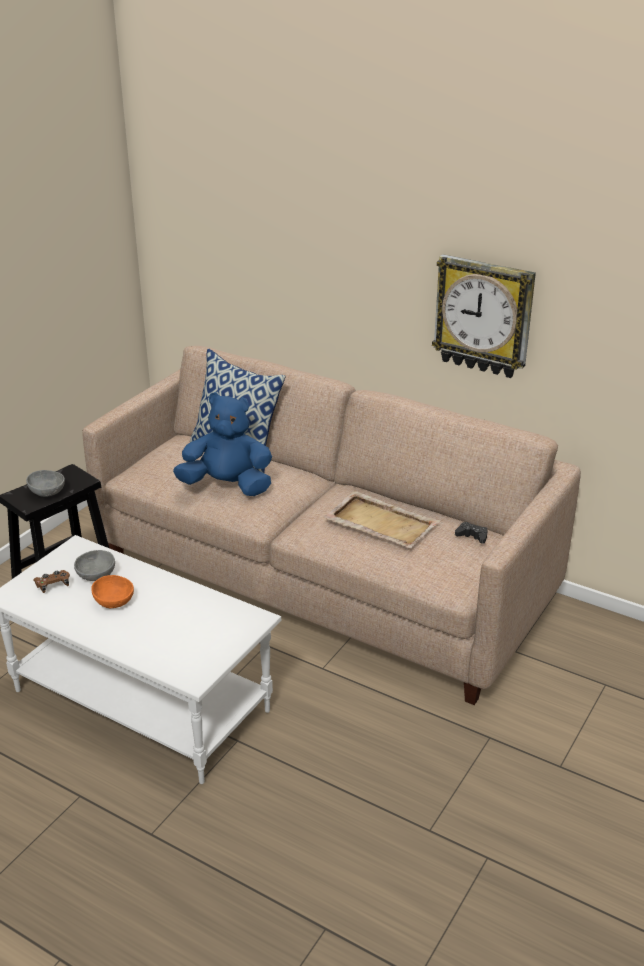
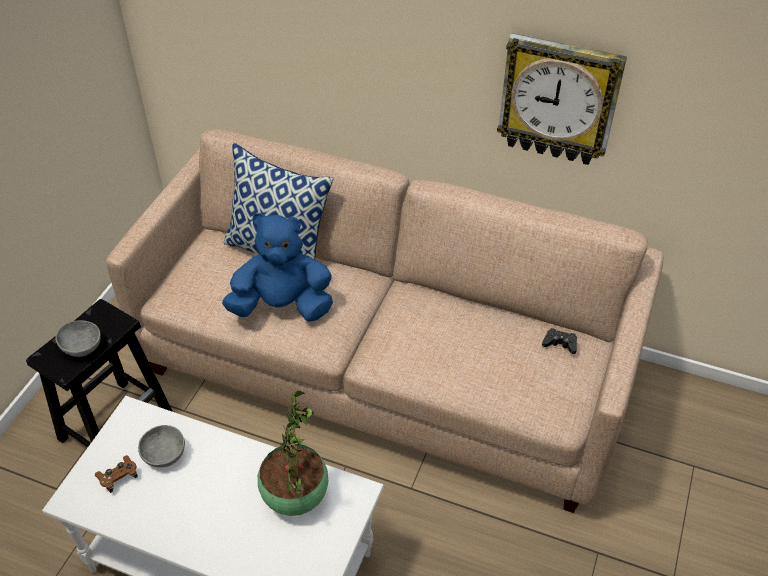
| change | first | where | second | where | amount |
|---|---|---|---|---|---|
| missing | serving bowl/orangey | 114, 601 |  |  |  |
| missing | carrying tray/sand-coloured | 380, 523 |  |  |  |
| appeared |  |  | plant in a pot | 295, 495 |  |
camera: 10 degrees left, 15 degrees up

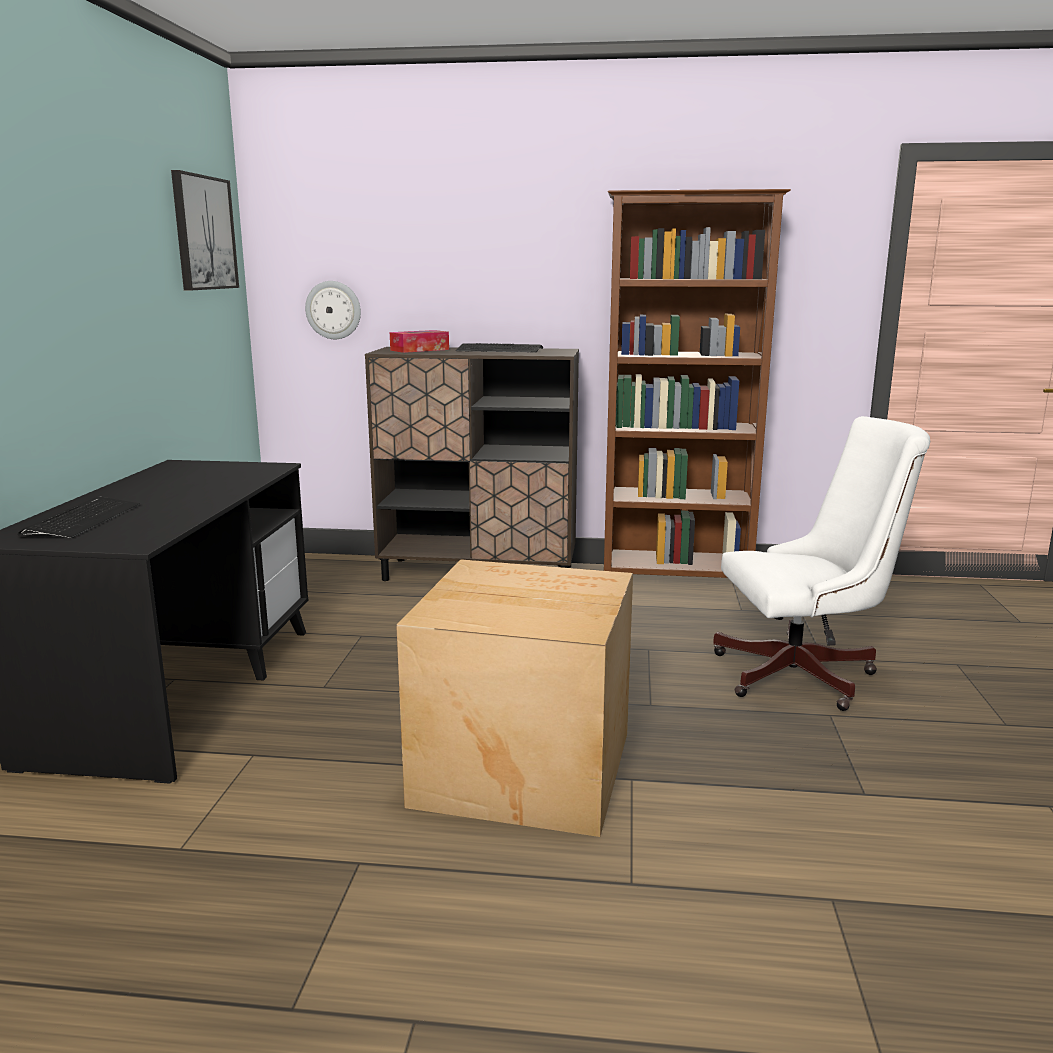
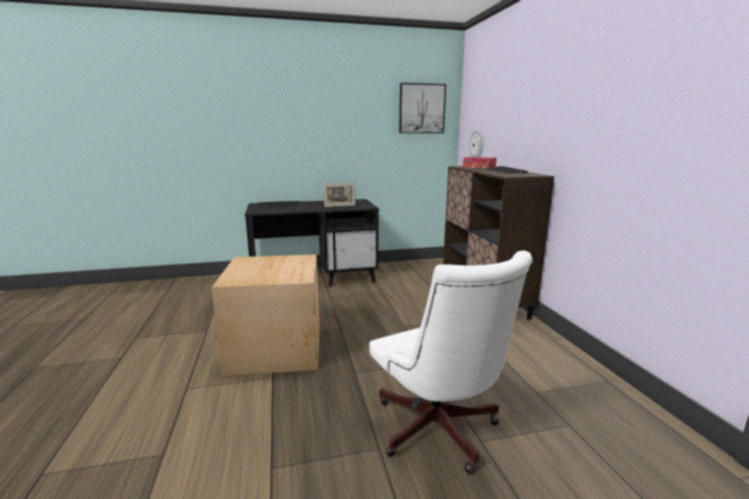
| change | first | where | second | where | amount |
|---|---|---|---|---|---|
| missing | shelving unit/brown | 677, 578 |  |  |  |
| appeared |  |  | photo frame | 340, 206 |  |
camera: 70 degrees right, 0 degrees up

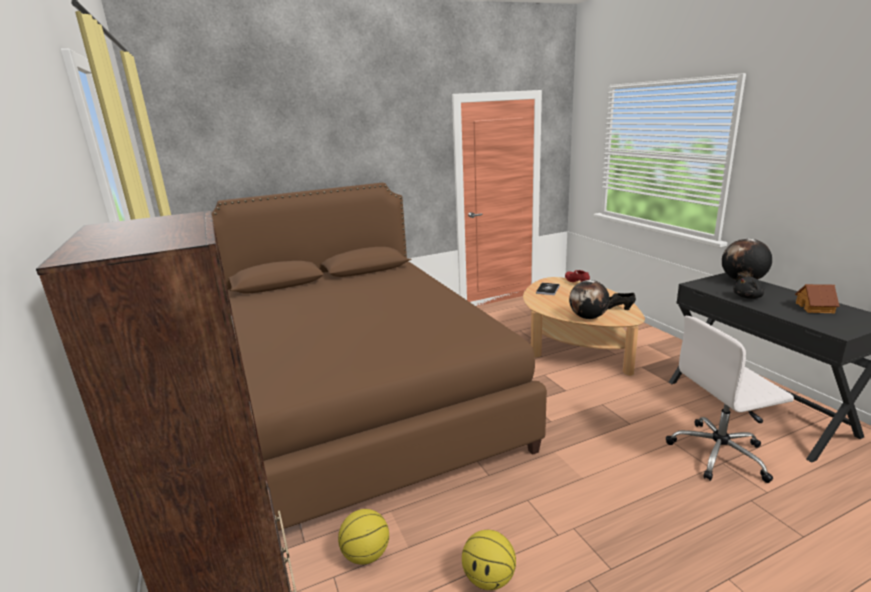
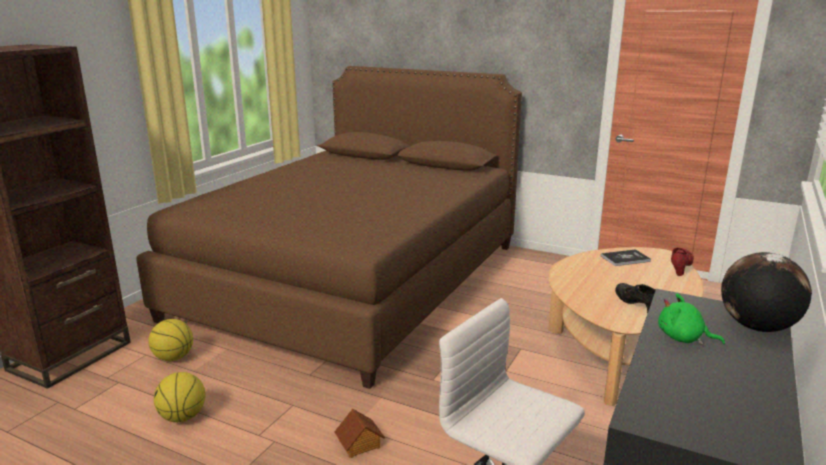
| change | first | where | second | where | amount |
|---|---|---|---|---|---|
| missing | globe | 588, 317 |  |  |  |
| relocated | miniature house | 815, 308 |  | 359, 444 |  |
| colour | soft toy/black-coloured | 748, 297 | soft toy/green | 683, 338 |  |
camera: 50 degrees right, 0 degrees up

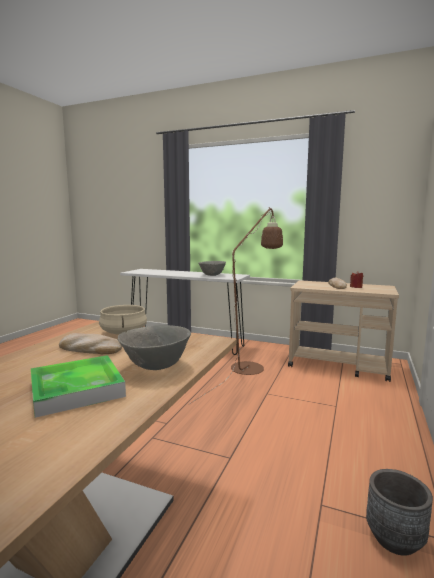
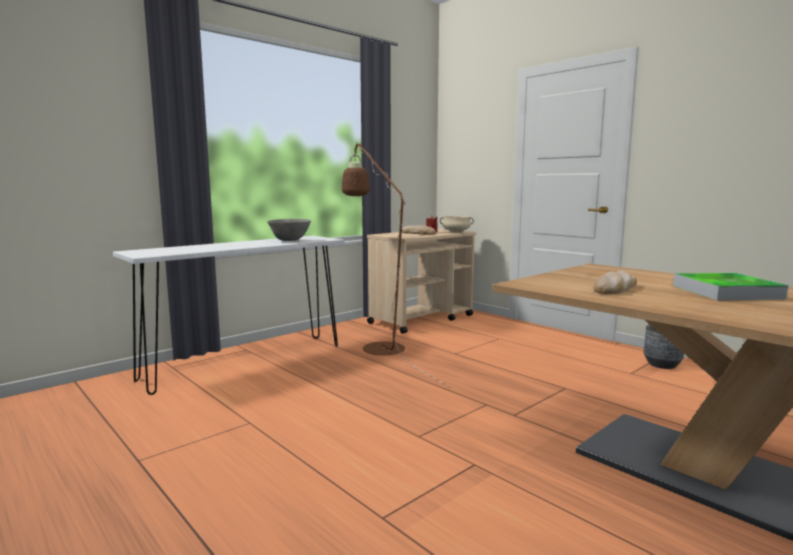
| change | first | where | second | where | amount |
|---|---|---|---|---|---|
| missing | serving bowl/grey | 156, 367 |  |  |  |
| relocated | cooking pot/sand-coloured | 123, 332 |  | 456, 231 |  |
camera: 65 degrees left, 0 degrees up

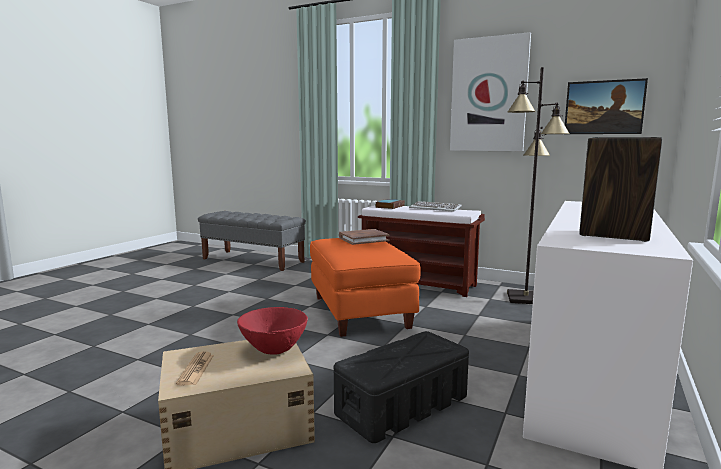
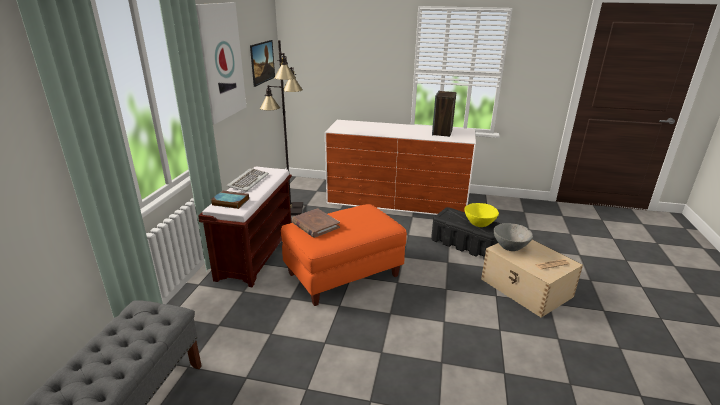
| change | first | where | second | where | amount |
|---|---|---|---|---|---|
| appeared |  |  | serving bowl/yellowish | 479, 224 |  |
| colour | serving bowl/red-coloured | 274, 350 | serving bowl/grey | 510, 248 |  |
camera: 105 degrees left, 15 degrees up

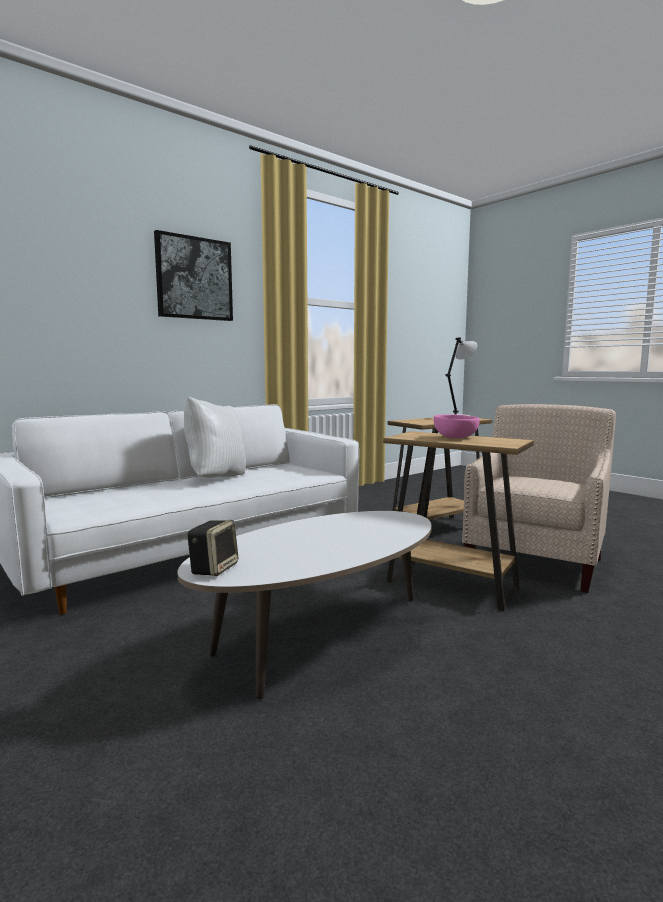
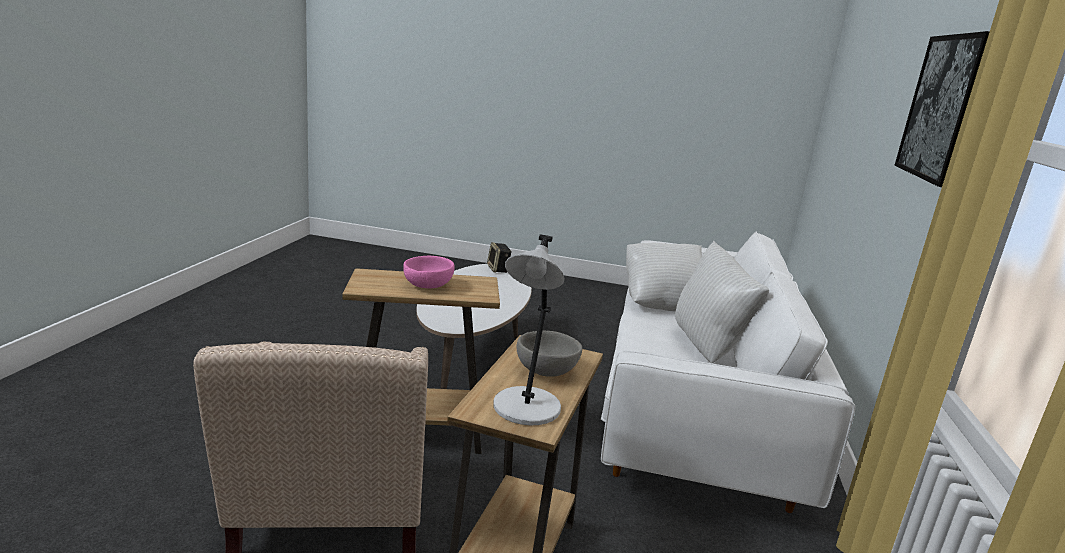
| change | first | where | second | where | amount |
|---|---|---|---|---|---|
| appeared |  |  | serving bowl/grey | 545, 371 |  |
| appeared |  |  | cushion/white-coloured | 662, 302 |  |
camera: 140 degrees right, 10 degrees up

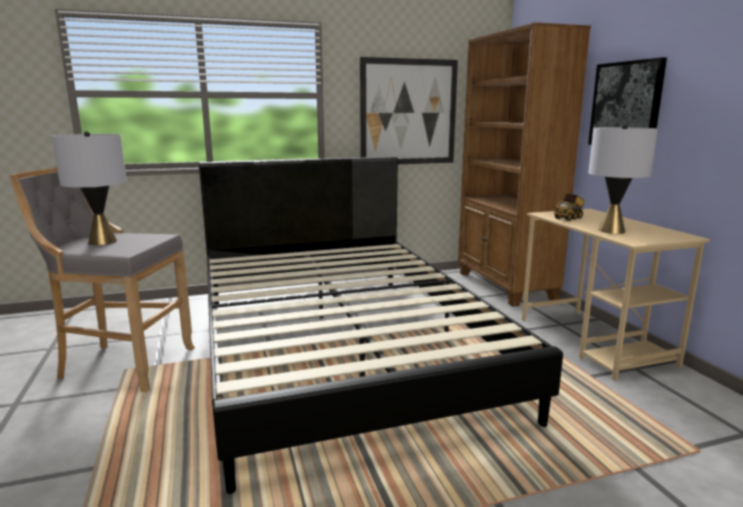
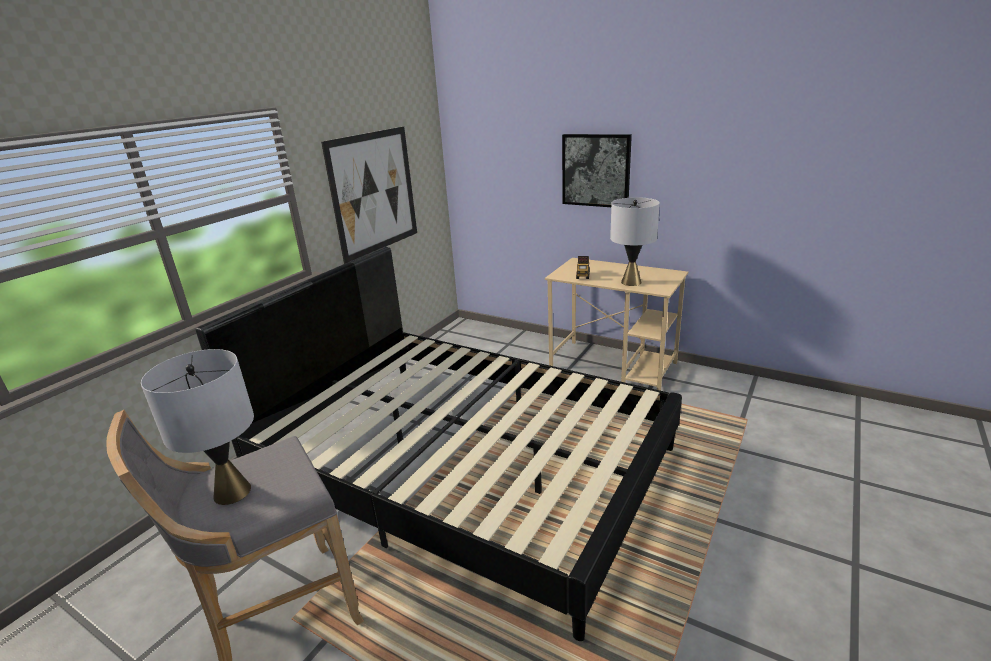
| change | first | where | second | where | amount |
|---|---|---|---|---|---|
| missing | shelving unit/brown | 505, 286 |  |  |  |
camera: 40 degrees left, 10 degrees up

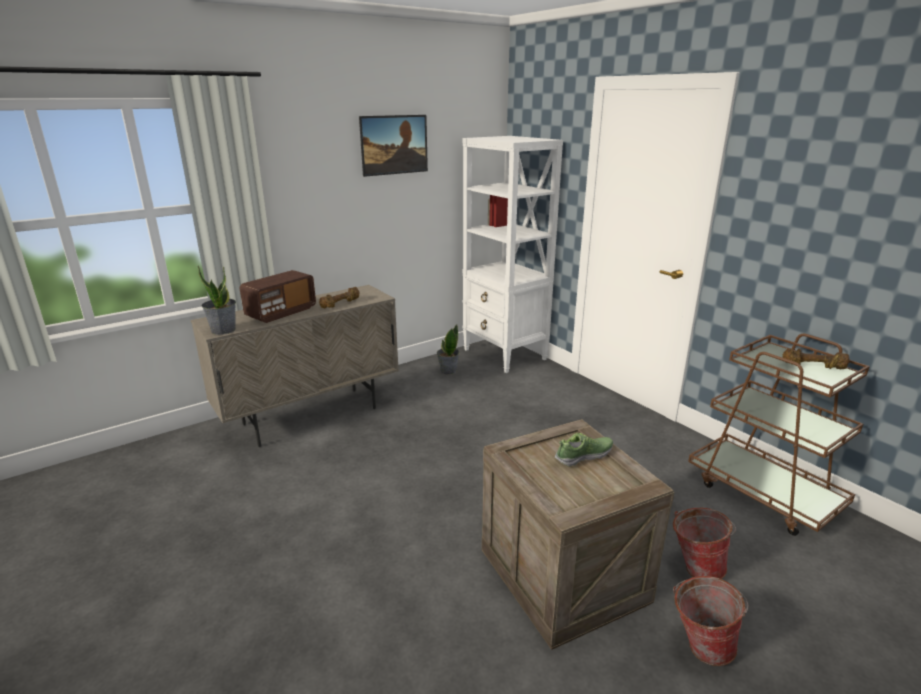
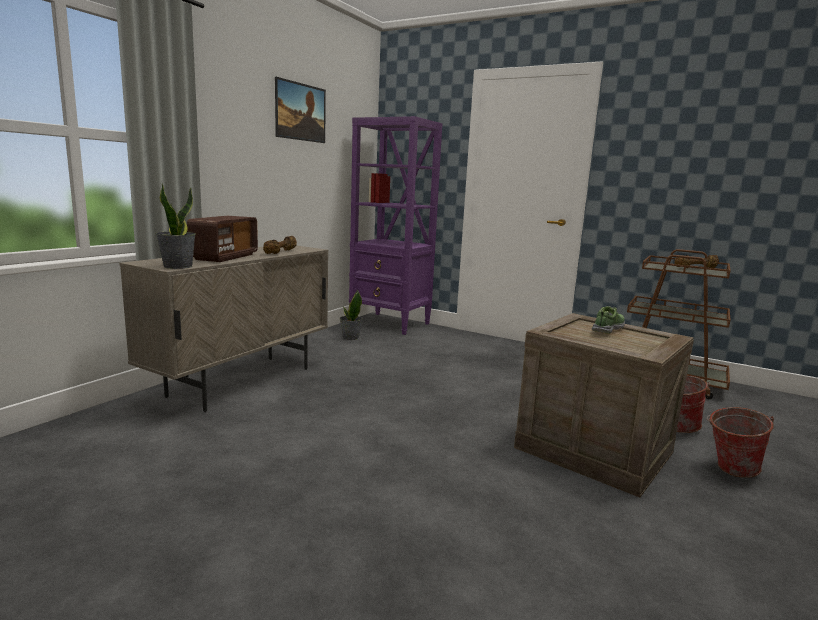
| change | first | where | second | where | amount |
|---|---|---|---|---|---|
| colour | shelving unit/white-coloured | 505, 354 | shelving unit/purple-coloured | 390, 323 |  |
camera: 25 degrees left, 10 degrees down

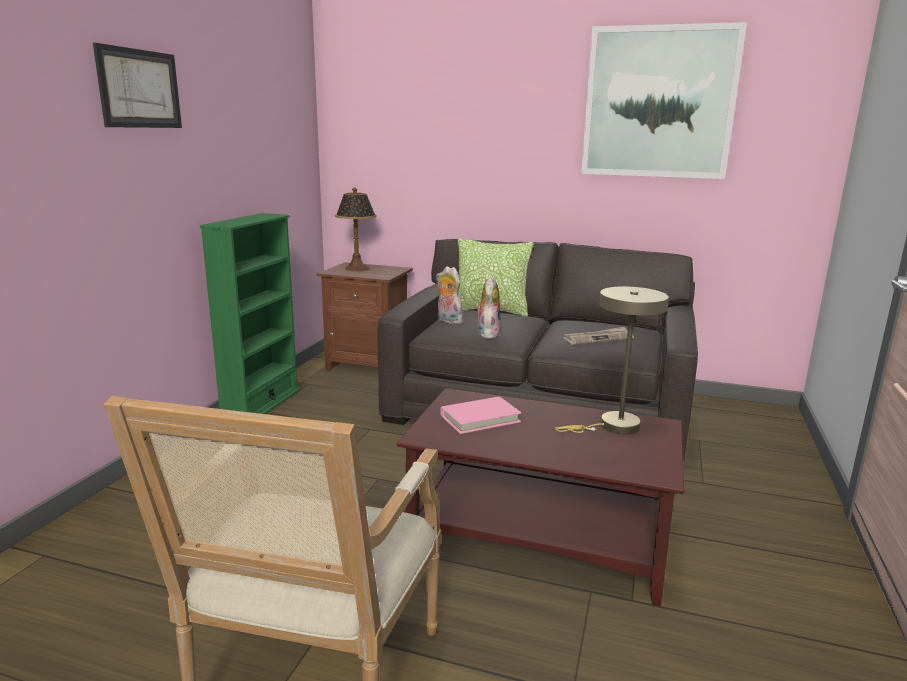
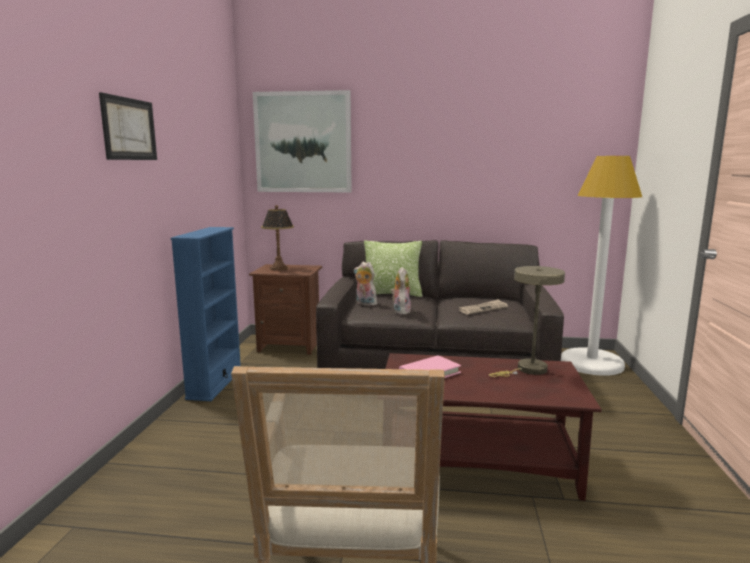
| change | first | where | second | where | amount |
|---|---|---|---|---|---|
| appeared |  |  | floor lamp/white-coloured | 591, 363 |  |
| relocated | wall art | 658, 103 |  | 303, 142 |  |
| colour | shelving unit/green | 261, 405 | shelving unit/bluish | 215, 383 |  |
camera: 10 degrees left, 5 degrees down

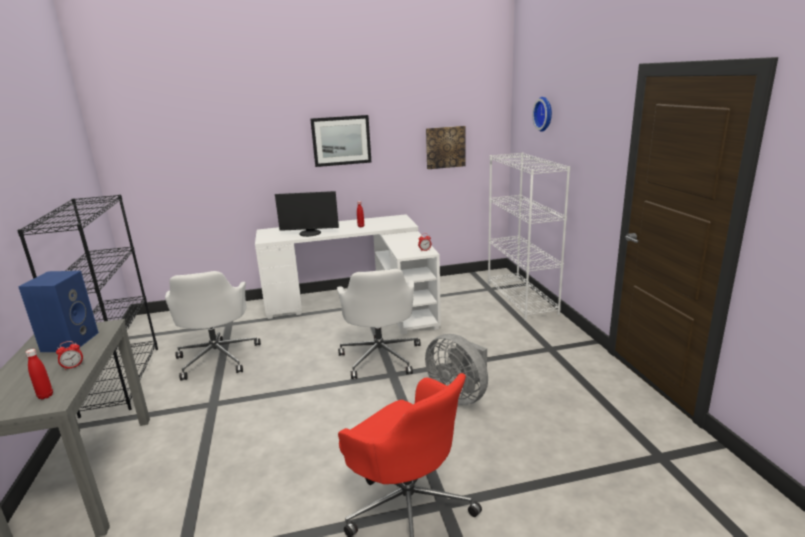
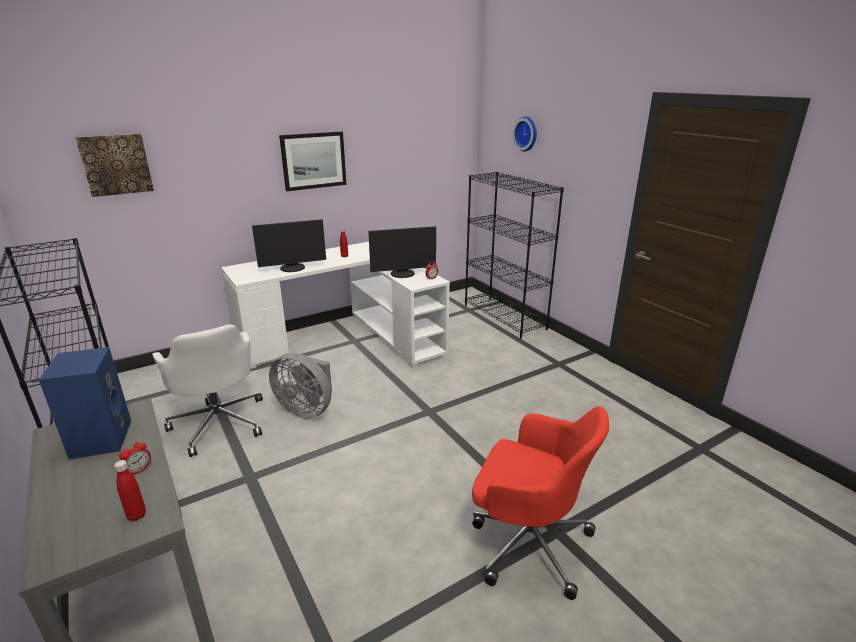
| change | first | where | second | where | amount |
|---|---|---|---|---|---|
| missing | desk chair/white-coloured | 380, 357 |  |  |  |
| appeared |  |  | computer display | 403, 274 |  |
| relocated | electric fan/grey | 459, 395 |  | 307, 409 |  |
| relocated | wall art | 445, 147 |  | 116, 164 |  |
| colour | shelving unit/white-coloured | 521, 298 | shelving unit/black-coloured | 505, 317 |  |
camera: 20 degrees left, 5 degrees up

